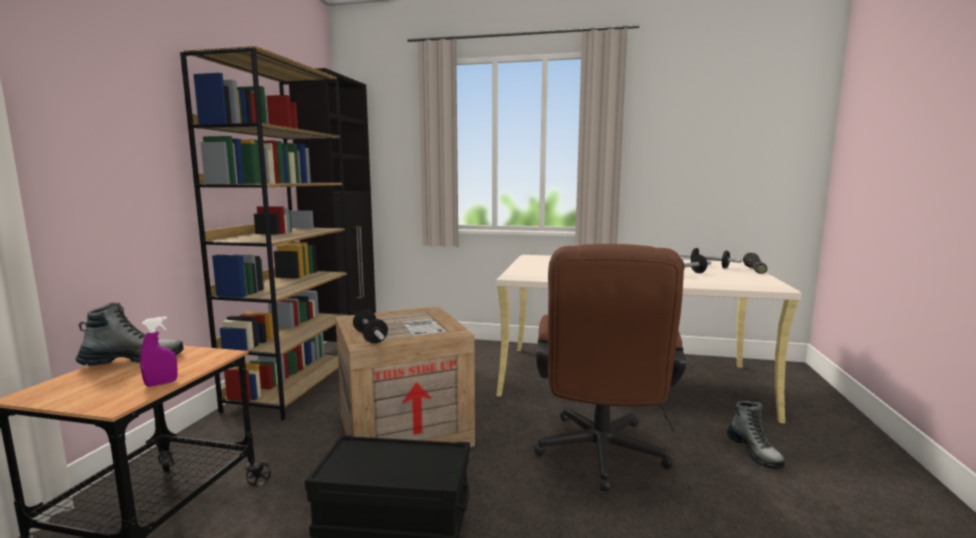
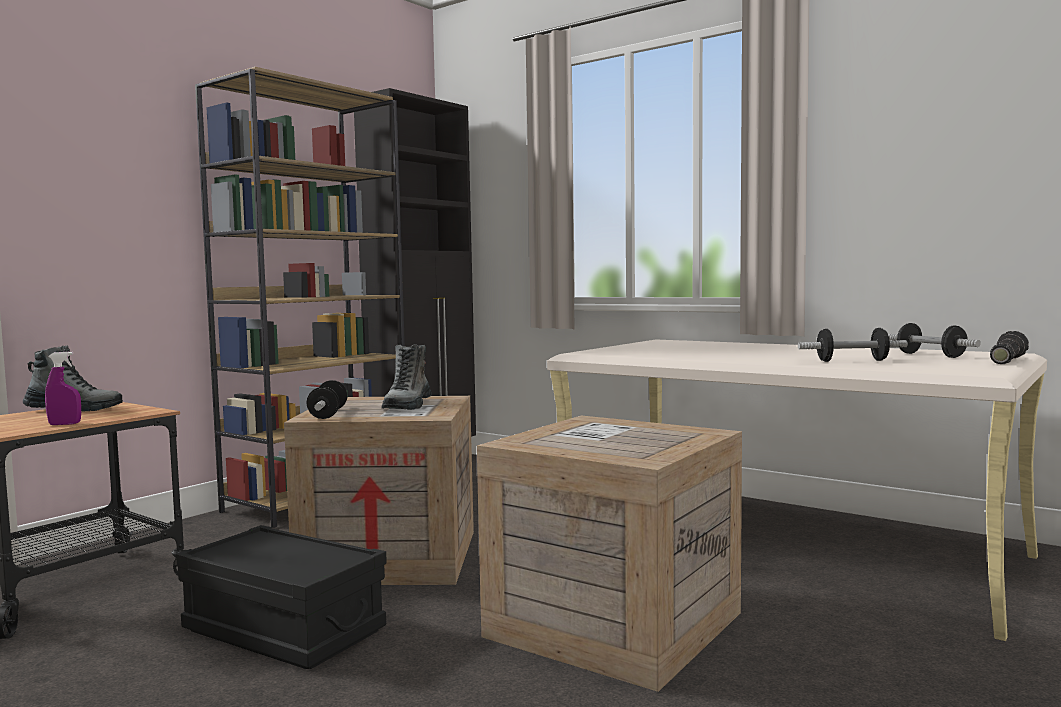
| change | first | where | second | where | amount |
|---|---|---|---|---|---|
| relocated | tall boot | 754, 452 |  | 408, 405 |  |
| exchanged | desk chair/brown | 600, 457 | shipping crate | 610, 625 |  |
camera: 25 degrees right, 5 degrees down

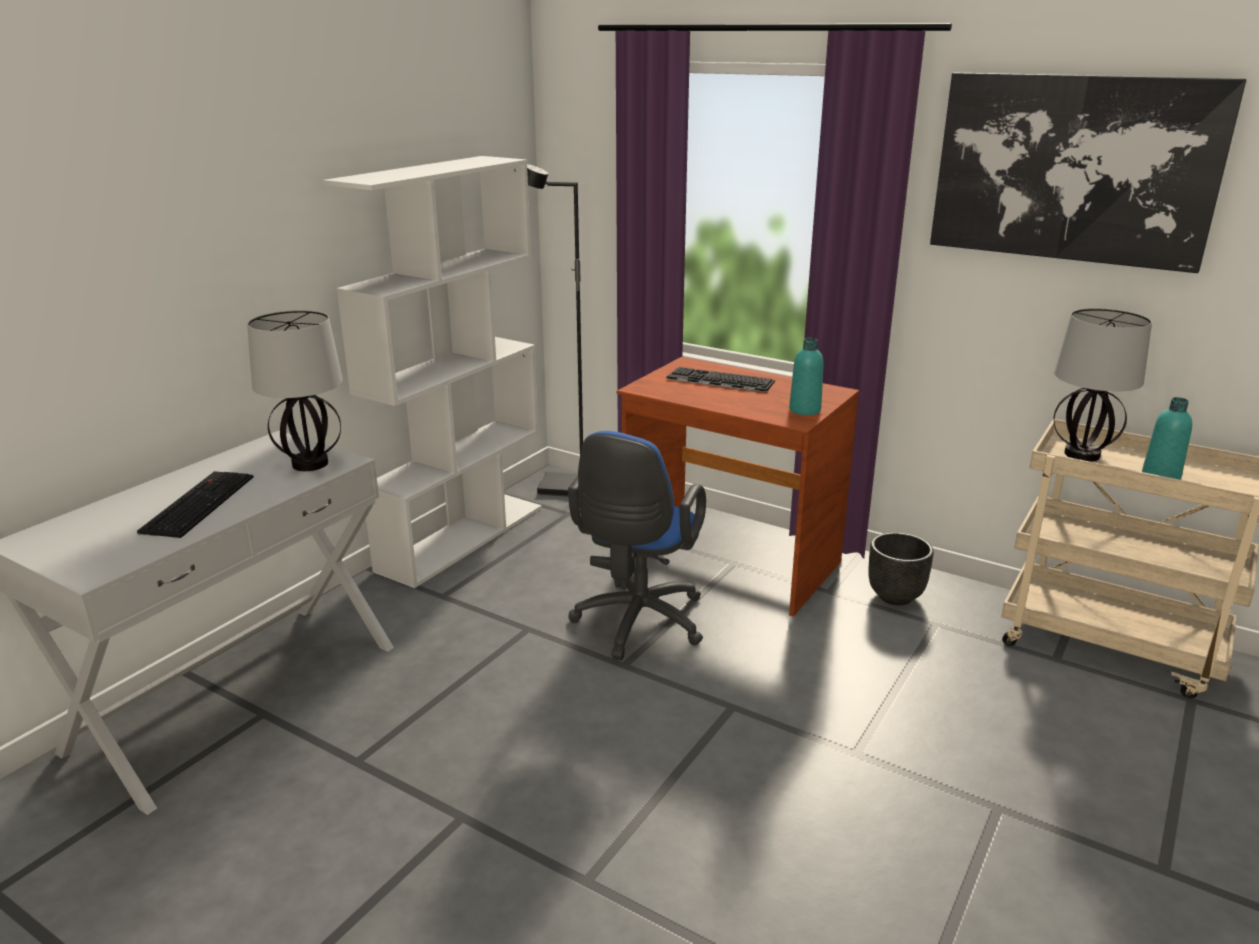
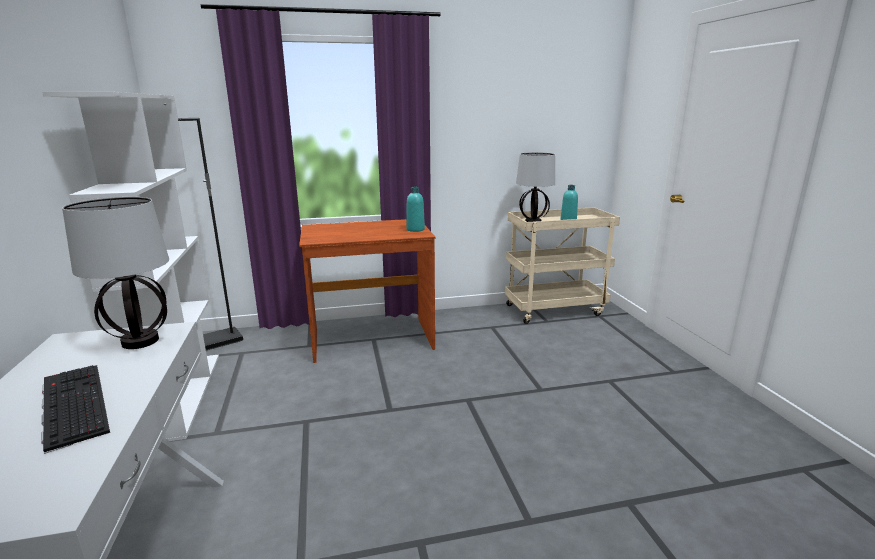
| change | first | where | second | where | amount |
|---|---|---|---|---|---|
| missing | desk chair/bluish | 637, 625 |  |  |  |
| missing | PC keyboard | 718, 381 |  |  |  |
| missing | plant pot/black-coloured | 894, 596 |  |  |  |
| missing | wall art | 1073, 169 |  |  |  |
camera: 45 degrees left, 5 degrees down

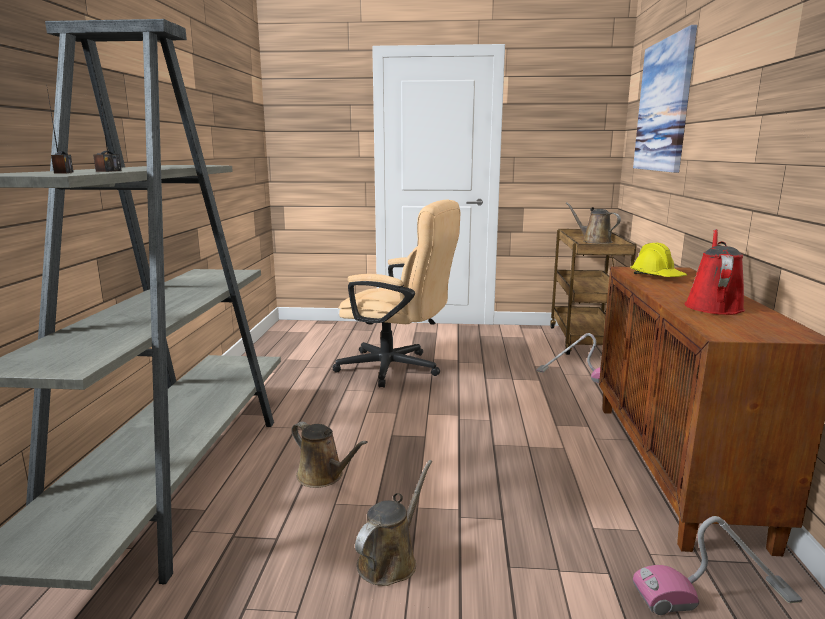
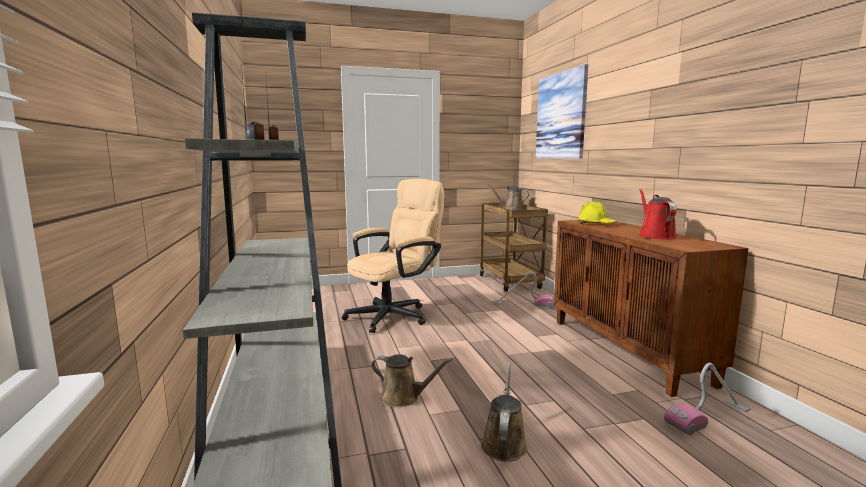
| change | first | where | second | where | amount |
|---|---|---|---|---|---|
| spun | desk chair/sand-coloured | 397, 369 |  | 395, 315 | 45 degrees counterclockwise |
camera: 20 degrees left, 5 degrees down

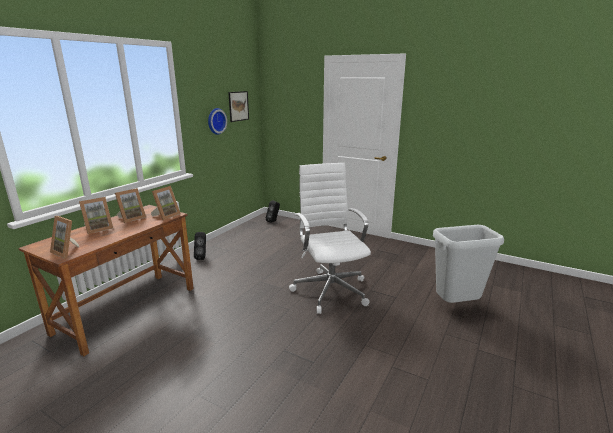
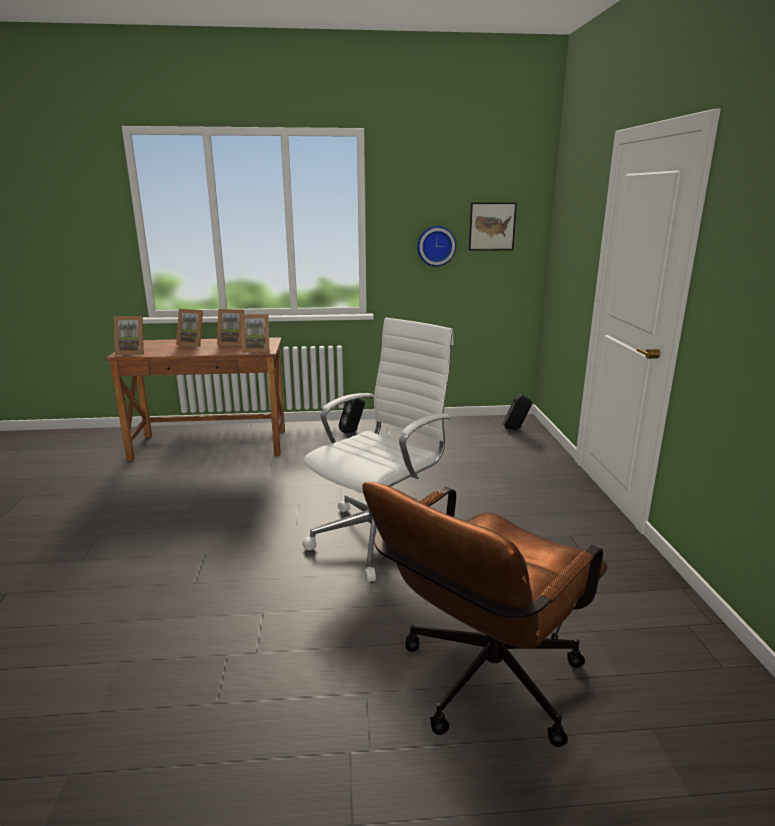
| change | first | where | second | where | amount |
|---|---|---|---|---|---|
| exchanged | rubbish bin/grey | 456, 306 | desk chair/brown | 481, 686 |  |
| spun | photo frame | 68, 252 |  | 132, 352 | 90 degrees counterclockwise |
camera: 55 degrees right, 0 degrees up

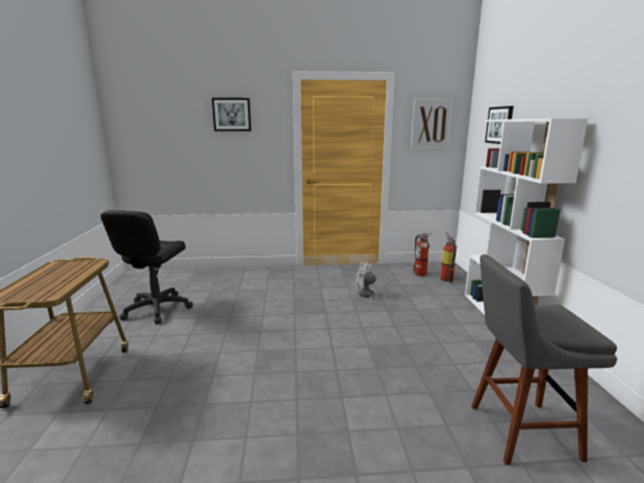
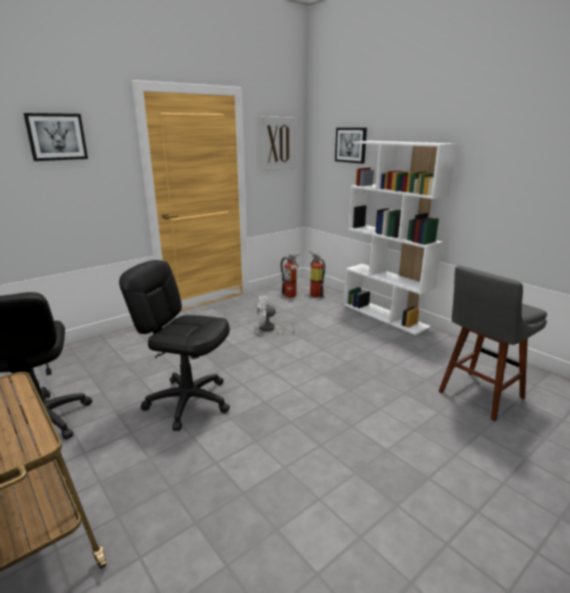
| change | first | where | second | where | amount |
|---|---|---|---|---|---|
| appeared |  |  | desk chair/black-coloured | 188, 401 |  |
camera: 35 degrees left, 5 degrees up

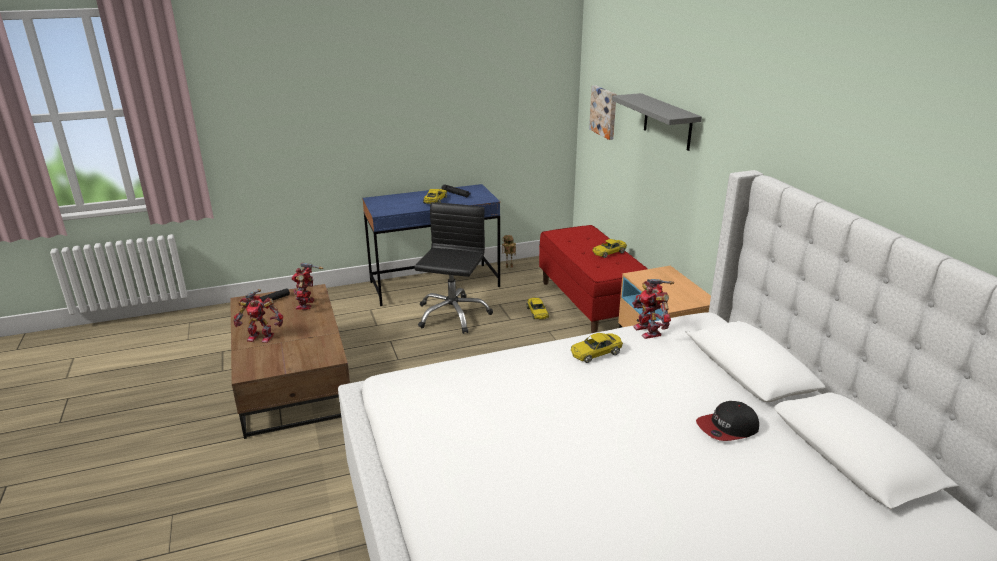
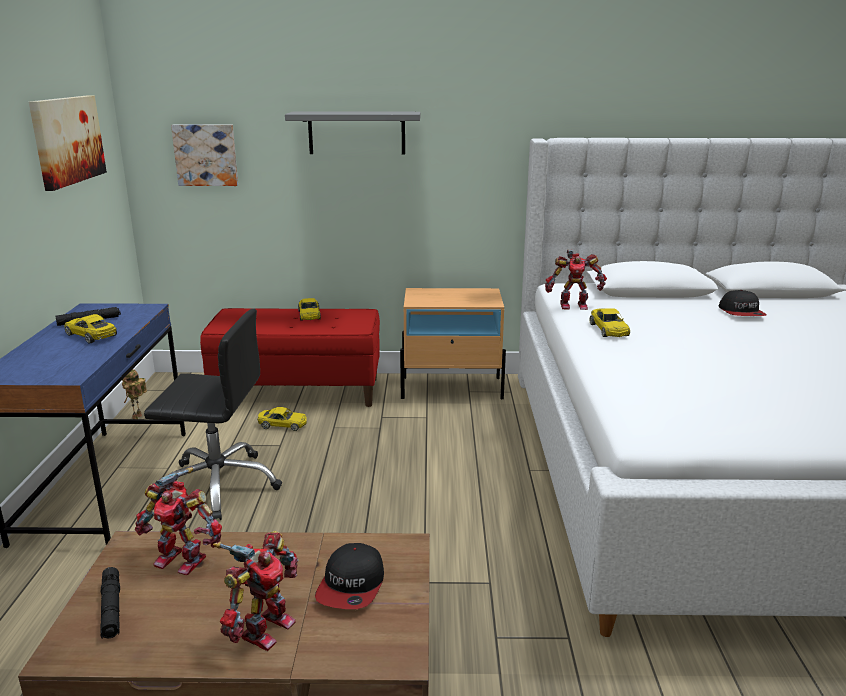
| change | first | where | second | where | amount |
|---|---|---|---|---|---|
| appeared |  |  | wall art | 67, 140 |  |
| appeared |  |  | baseball cap | 352, 586 |  |
| spun | desk chair/black-coloured | 452, 314 |  | 219, 485 | 150 degrees clockwise |
camera: 70 degrees left, 5 degrees down

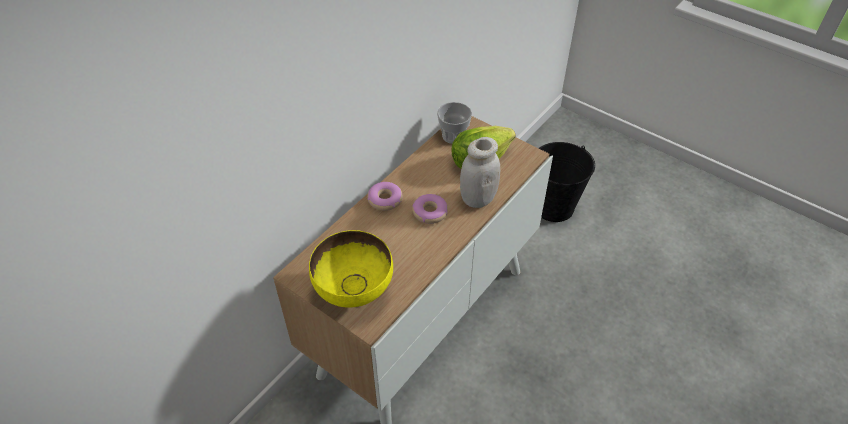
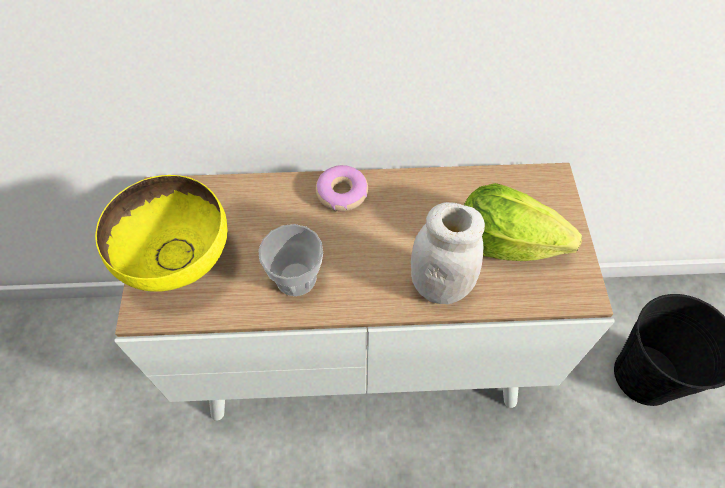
| change | first | where | second | where | amount |
|---|---|---|---|---|---|
| missing | donut | 430, 212 |  |  |  |
| relocated | small cup | 453, 136 |  | 296, 278 |  |
camera: 50 degrees right, 10 degrees up

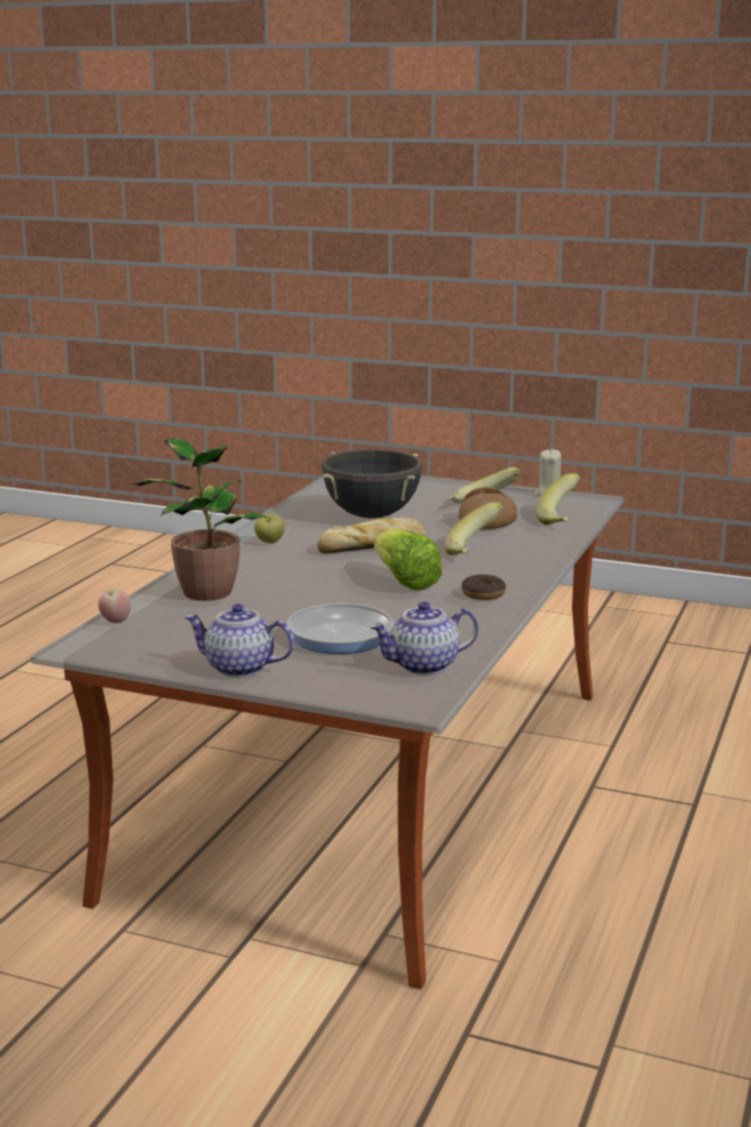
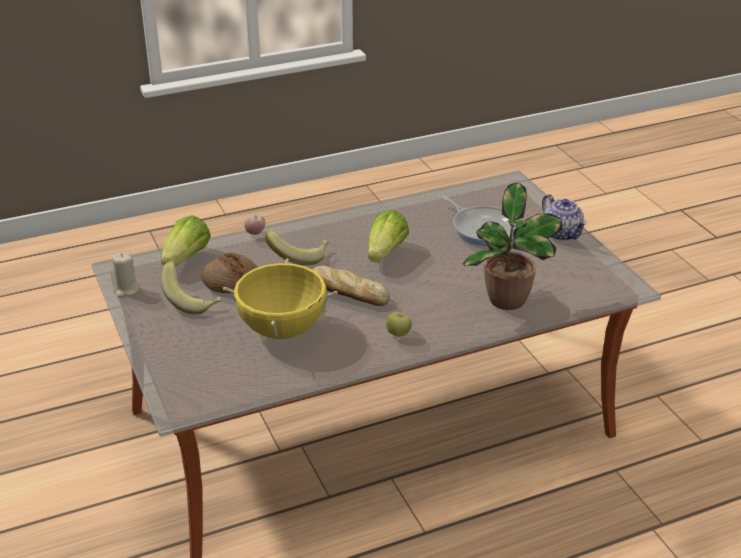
| change | first | where | second | where | amount |
|---|---|---|---|---|---|
| missing | pot for tea | 423, 666 |  |  |  |
| missing | donut | 483, 594 |  |  |  |
| relocated | whole apple | 115, 621 |  | 255, 233 |  |
| exchanged | banana fruit | 563, 520 | lettuce head | 186, 258 |  |
| colour | cooking pot/black-coloured | 371, 516 | cooking pot/yellowish | 282, 330 |  |
camera: 135 degrees left, 15 degrees up

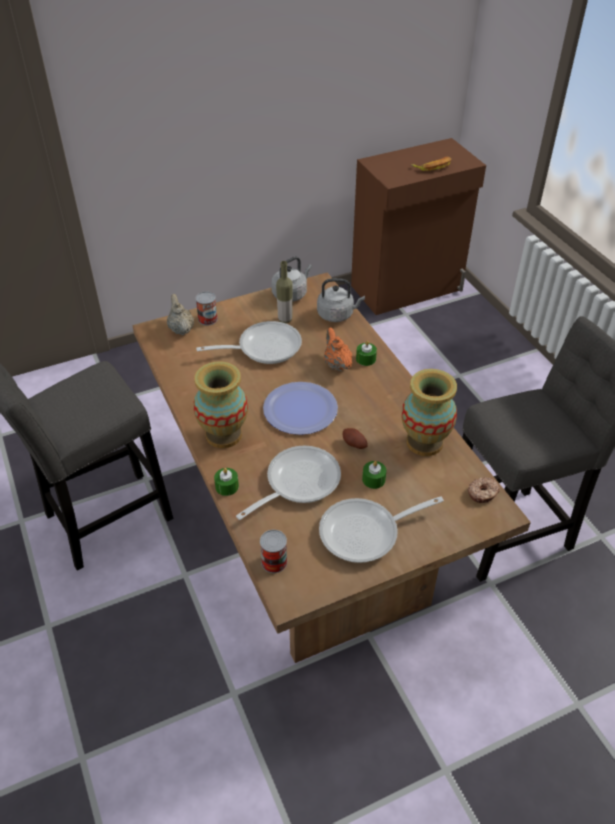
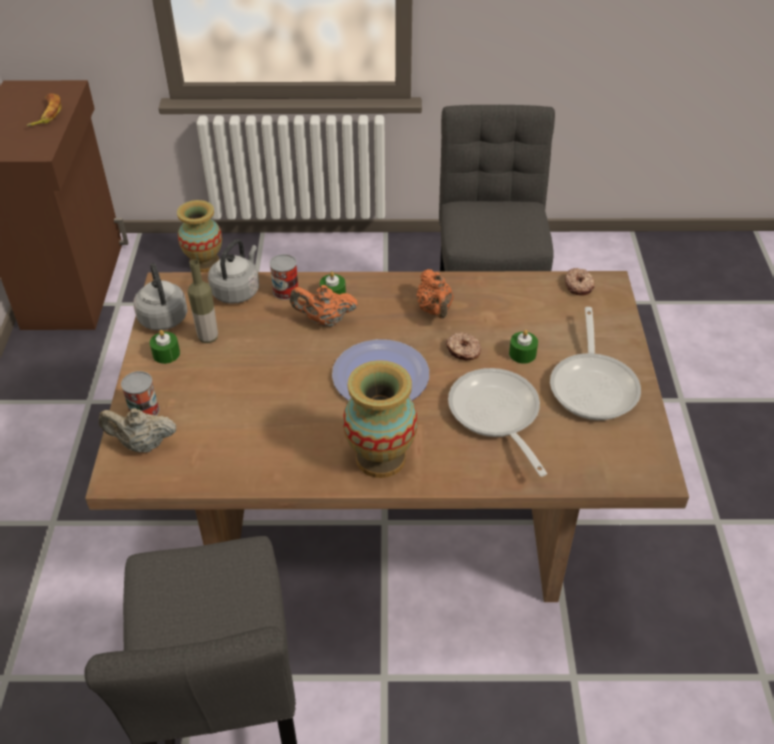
| change | first | where | second | where | amount |
|---|---|---|---|---|---|
| missing | frying pan | 263, 347 |  |  |  |
| appeared |  |  | pot for tea/orangey | 435, 310 |  |
| relocated | wax candle/green | 227, 486 |  | 166, 354 |  |
| relocated | can | 274, 562 |  | 285, 291 |  |
| relocated | vase | 424, 442 |  | 204, 263 |  |
| exchanged | potato | 354, 445 | donut | 463, 351 |  |
camera: 65 degrees left, 0 degrees up

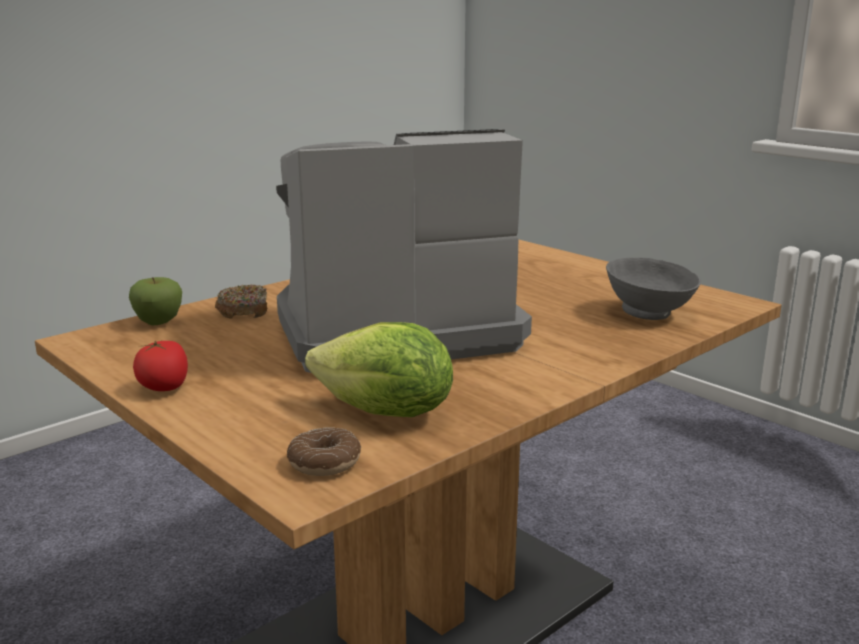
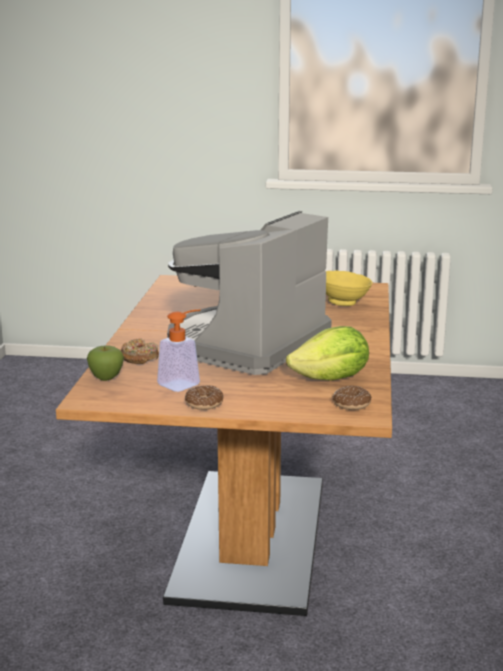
| change | first | where | second | where | amount |
|---|---|---|---|---|---|
| appeared |  |  | liquid soap bottle | 184, 383 |  |
| exchanged | whole tomato | 164, 388 | donut | 204, 403 |  |
| colour | serving bowl/grey | 649, 314 | serving bowl/yellowish | 344, 303 |  |
camera: 40 degrees left, 0 degrees up

